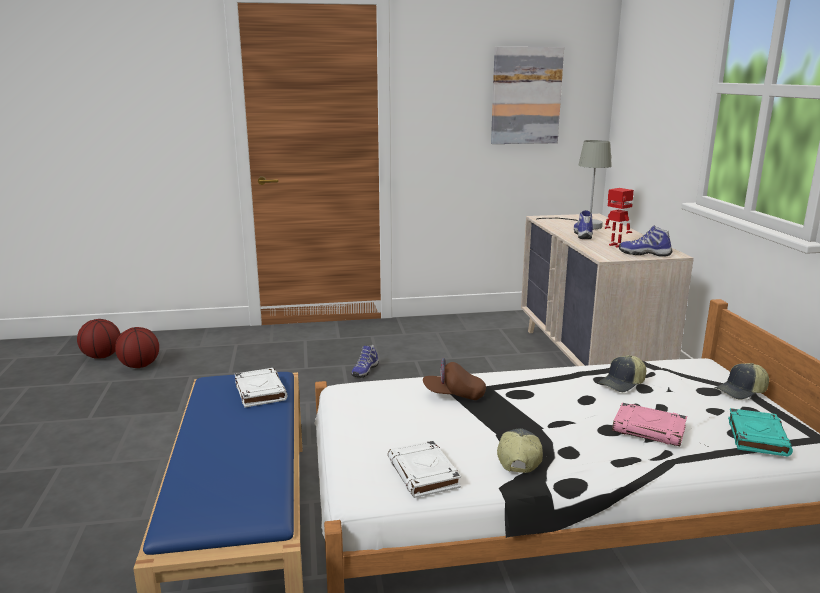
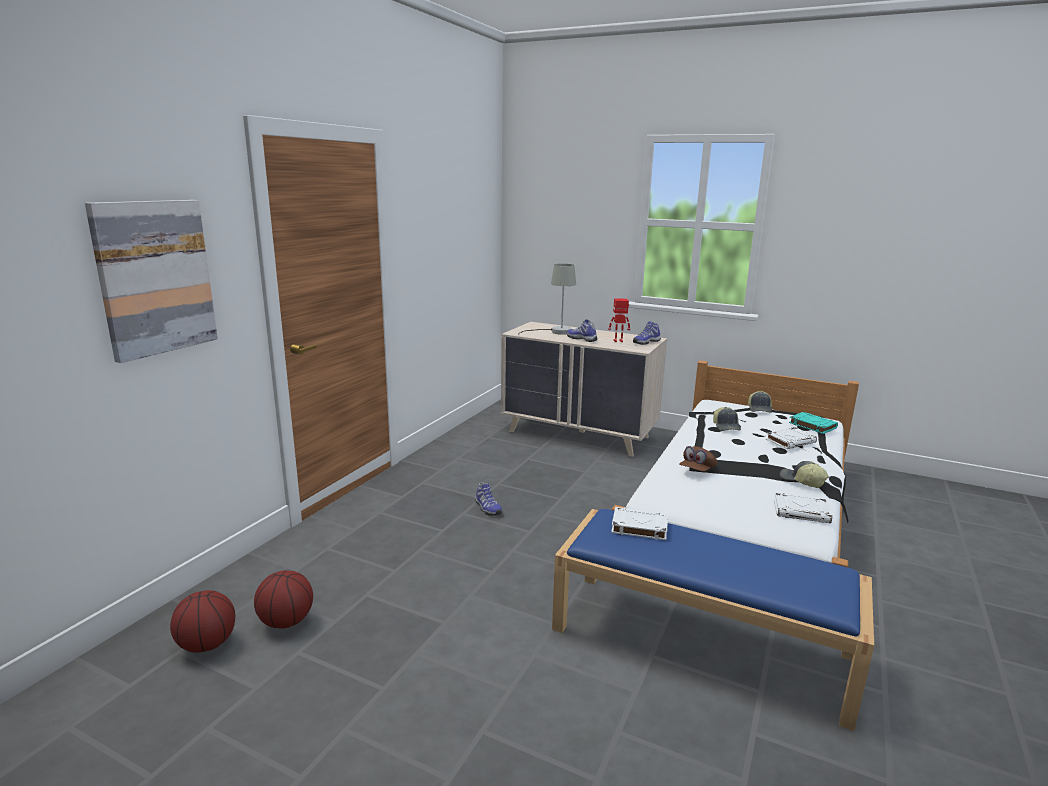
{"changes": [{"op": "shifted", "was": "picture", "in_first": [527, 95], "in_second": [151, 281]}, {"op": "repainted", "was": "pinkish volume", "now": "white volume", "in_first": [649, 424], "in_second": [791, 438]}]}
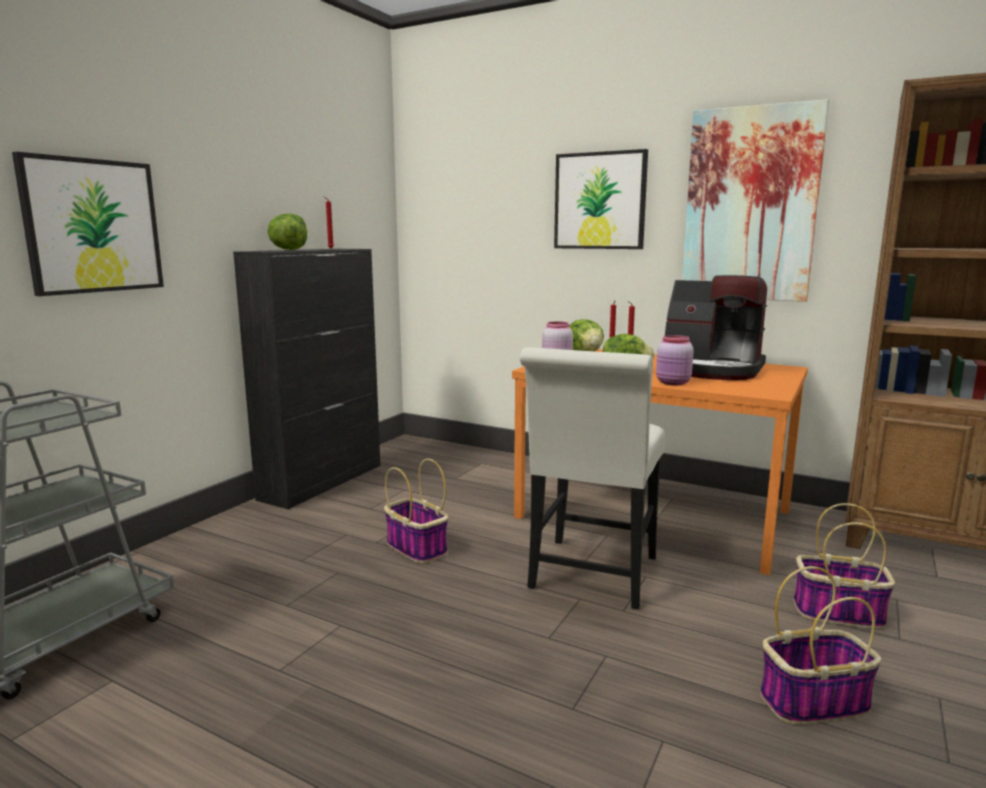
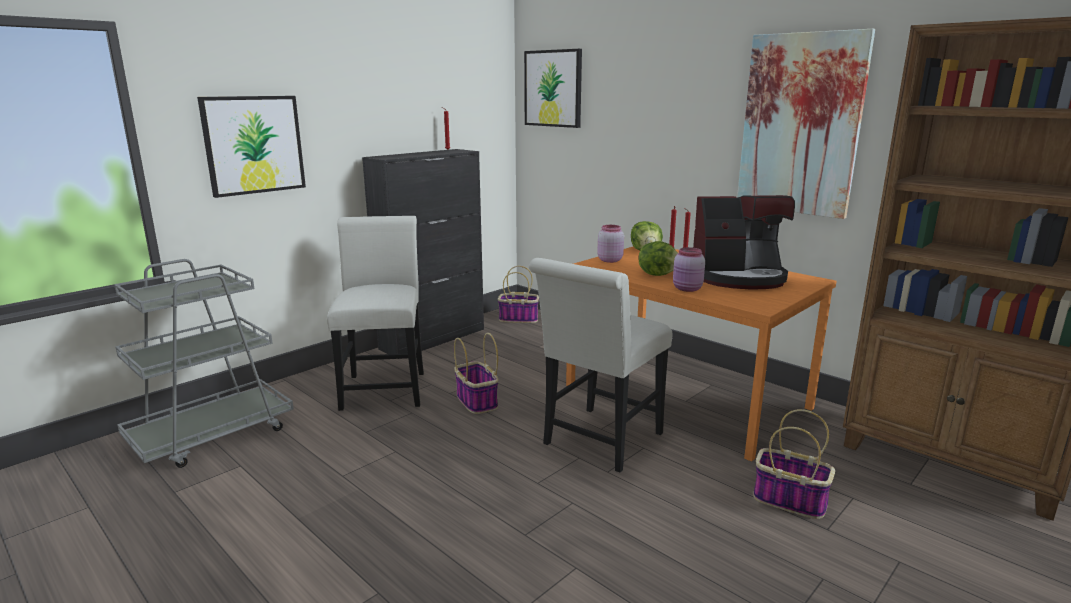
{"changes": [{"op": "new", "now": "white chair", "in_second": [375, 313]}, {"op": "shifted", "was": "basket", "in_first": [820, 645], "in_second": [518, 294]}, {"op": "shifted", "was": "picture", "in_first": [601, 199], "in_second": [553, 88]}, {"op": "rotated", "was": "coffee maker", "in_first": [716, 327], "in_second": [744, 242], "clockwise": -45}, {"op": "gone", "was": "head of lettuce", "in_first": [287, 231]}]}
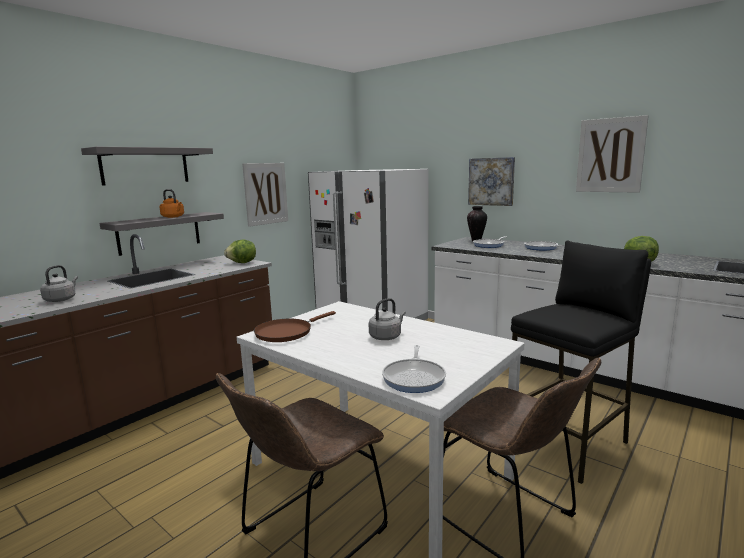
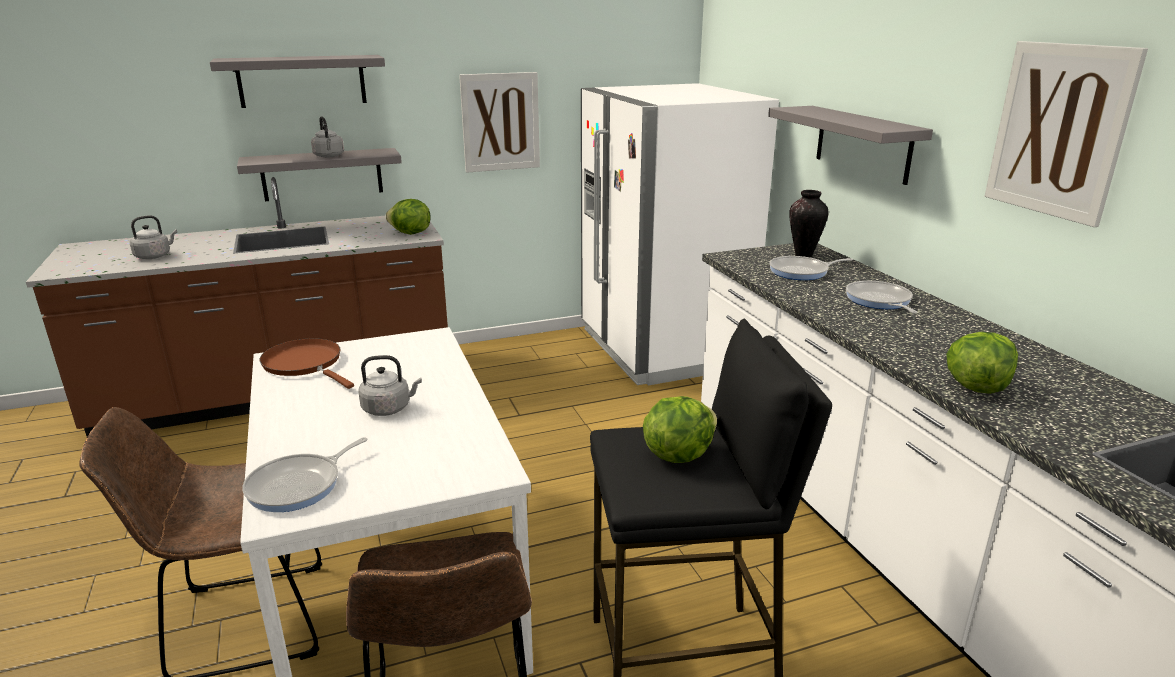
{"changes": [{"op": "rotated", "was": "brown-coloured pan", "in_first": [295, 326], "in_second": [307, 363], "clockwise": 60}, {"op": "repainted", "was": "orange-coloured tea kettle", "now": "grey tea kettle", "in_first": [172, 203], "in_second": [327, 137]}, {"op": "new", "now": "head of lettuce", "in_second": [680, 429]}, {"op": "swapped", "was": "picture", "now": "grey bracket shelf", "in_first": [491, 181], "in_second": [850, 145]}]}
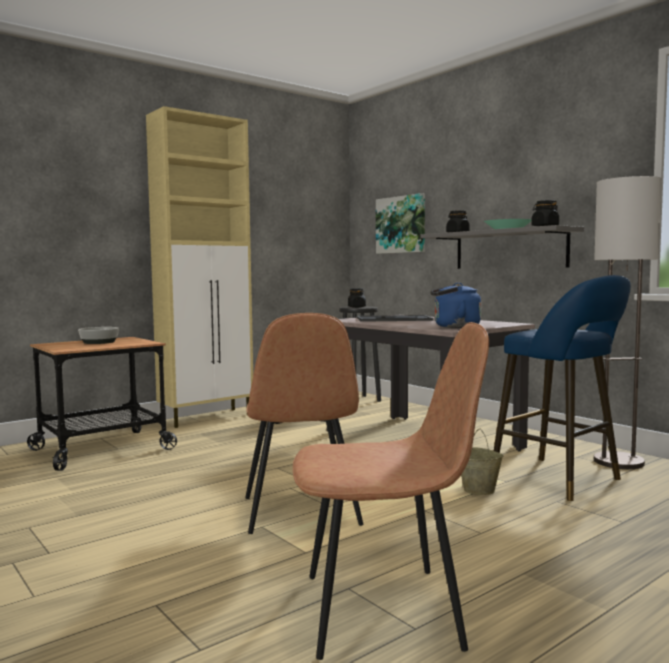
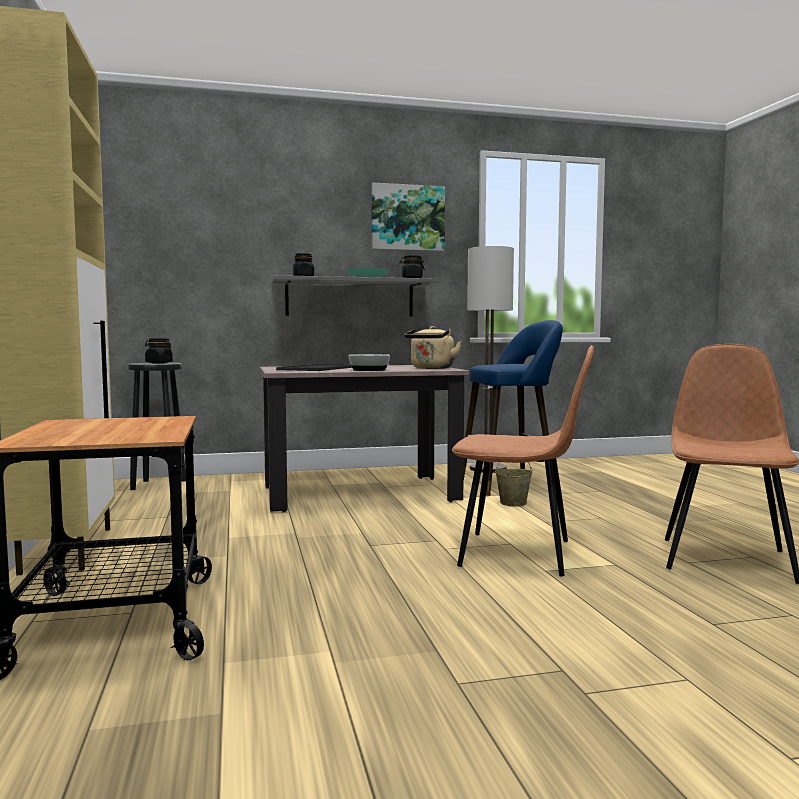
{"changes": [{"op": "shifted", "was": "bowl", "in_first": [98, 335], "in_second": [369, 362]}, {"op": "shifted", "was": "picture", "in_first": [400, 223], "in_second": [408, 217]}, {"op": "repainted", "was": "blue-coloured tea kettle", "now": "beige-coloured tea kettle", "in_first": [455, 305], "in_second": [433, 347]}]}
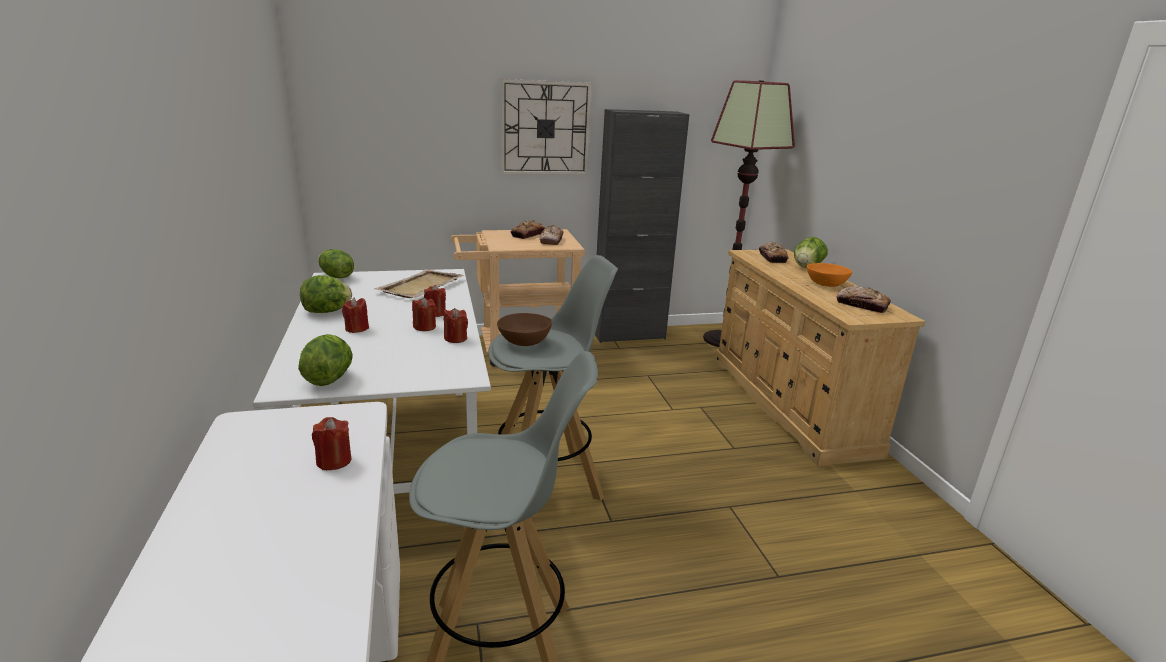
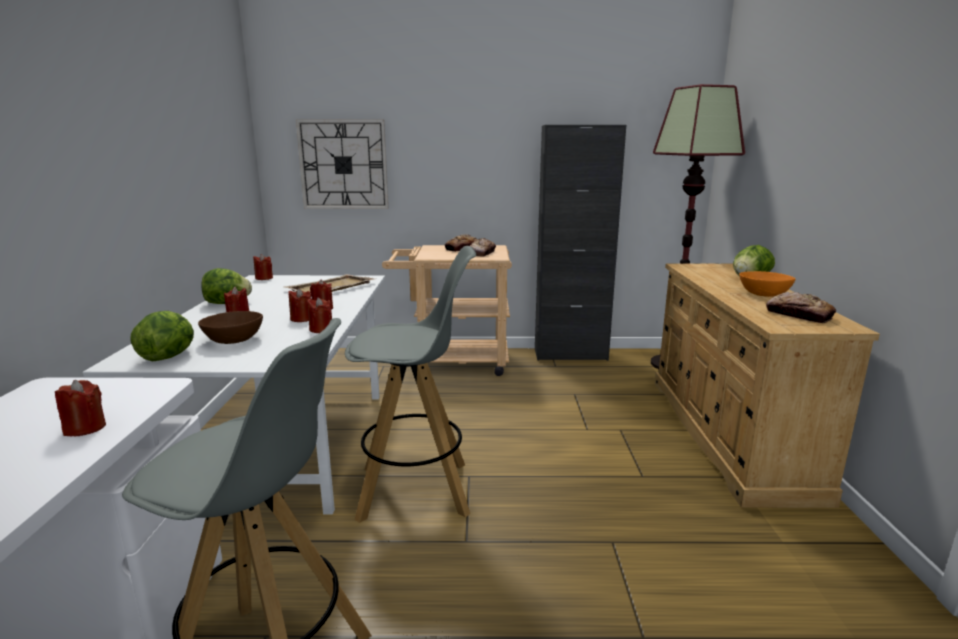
{"changes": [{"op": "shifted", "was": "brown-coloured bowl", "in_first": [524, 329], "in_second": [230, 327]}, {"op": "swapped", "was": "head of lettuce", "now": "reddish wax light", "in_first": [336, 263], "in_second": [263, 267]}, {"op": "shifted", "was": "hanging clock", "in_first": [546, 127], "in_second": [342, 164]}, {"op": "gone", "was": "baked bread", "in_first": [774, 252]}]}
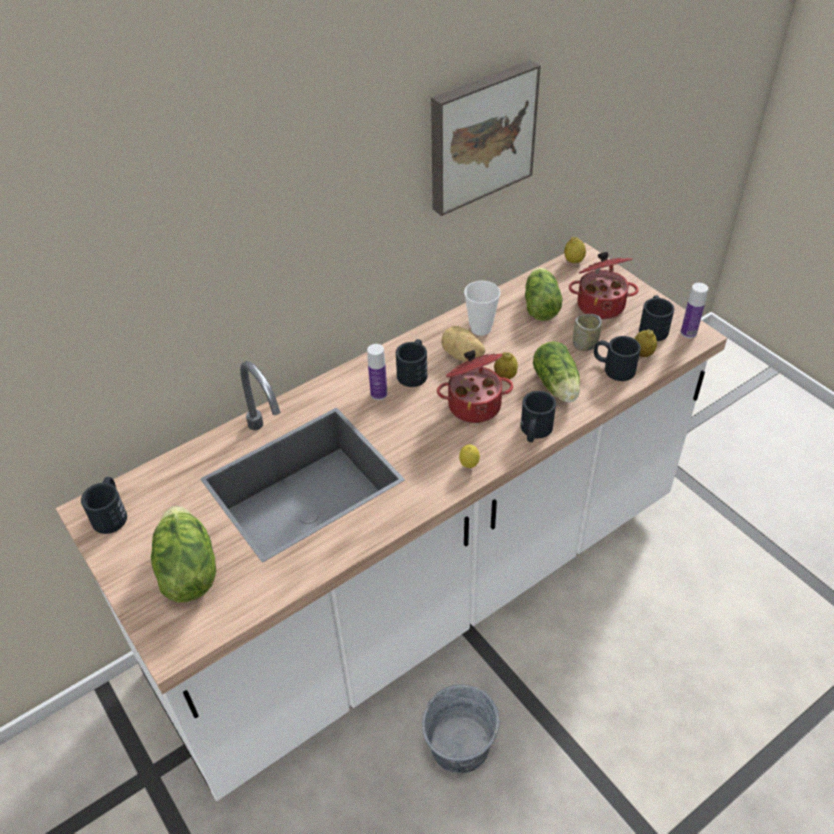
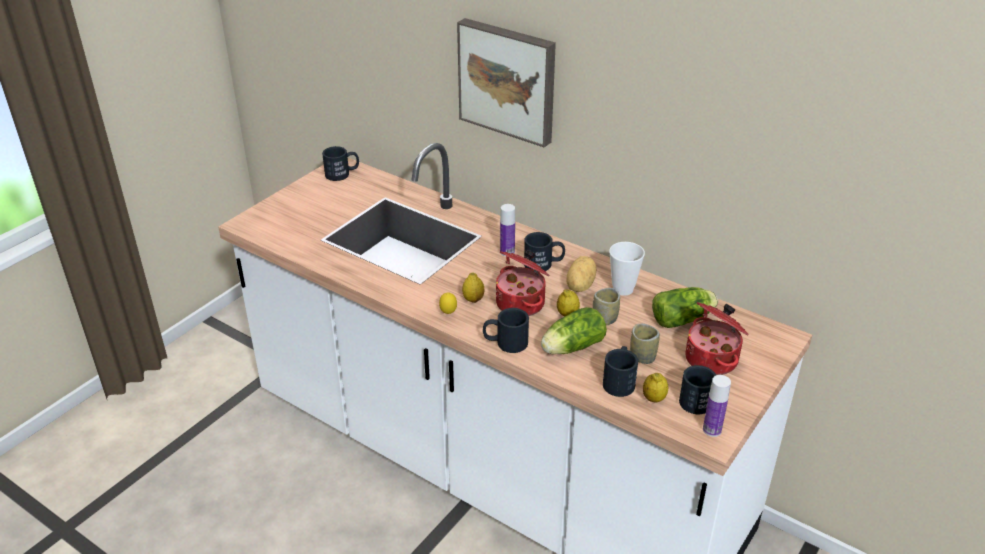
{"changes": [{"op": "shifted", "was": "picture", "in_first": [486, 138], "in_second": [506, 82]}, {"op": "shifted", "was": "citrus fruit", "in_first": [575, 249], "in_second": [473, 287]}, {"op": "new", "now": "drinking cup", "in_second": [606, 307]}, {"op": "gone", "was": "head of lettuce", "in_first": [183, 554]}, {"op": "gone", "was": "grey bucket", "in_first": [460, 728]}]}
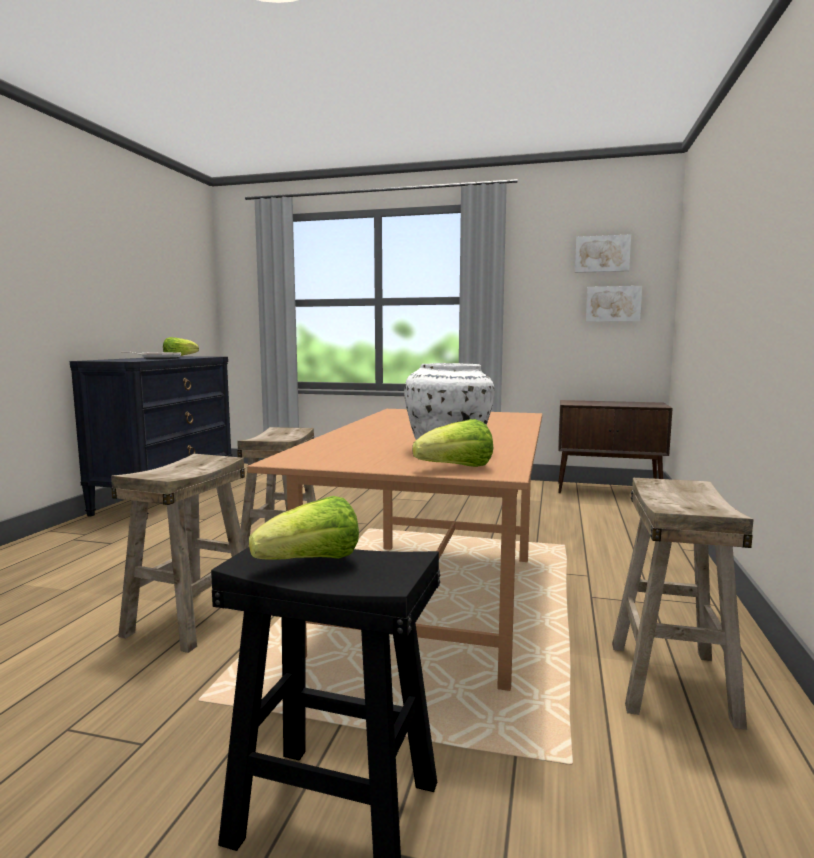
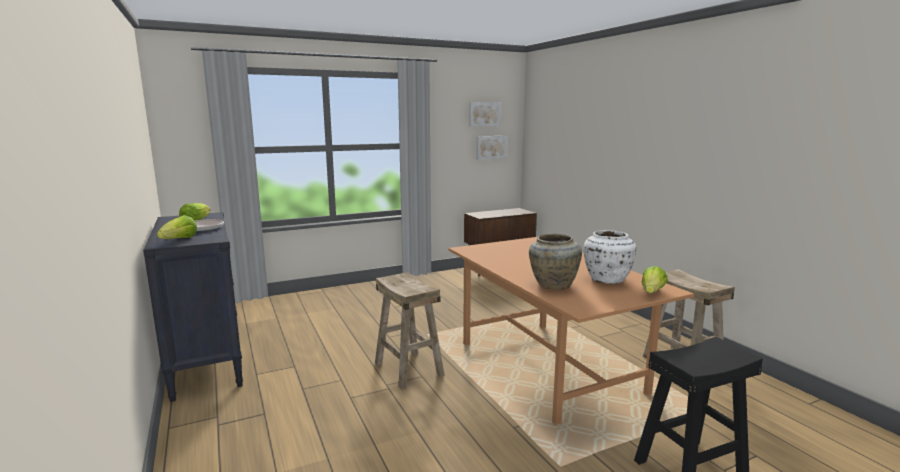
{"changes": [{"op": "shifted", "was": "head of lettuce", "in_first": [304, 528], "in_second": [177, 227]}, {"op": "new", "now": "beige-coloured flower vase", "in_second": [555, 262]}, {"op": "gone", "was": "beige-coloured stool", "in_first": [178, 553]}]}
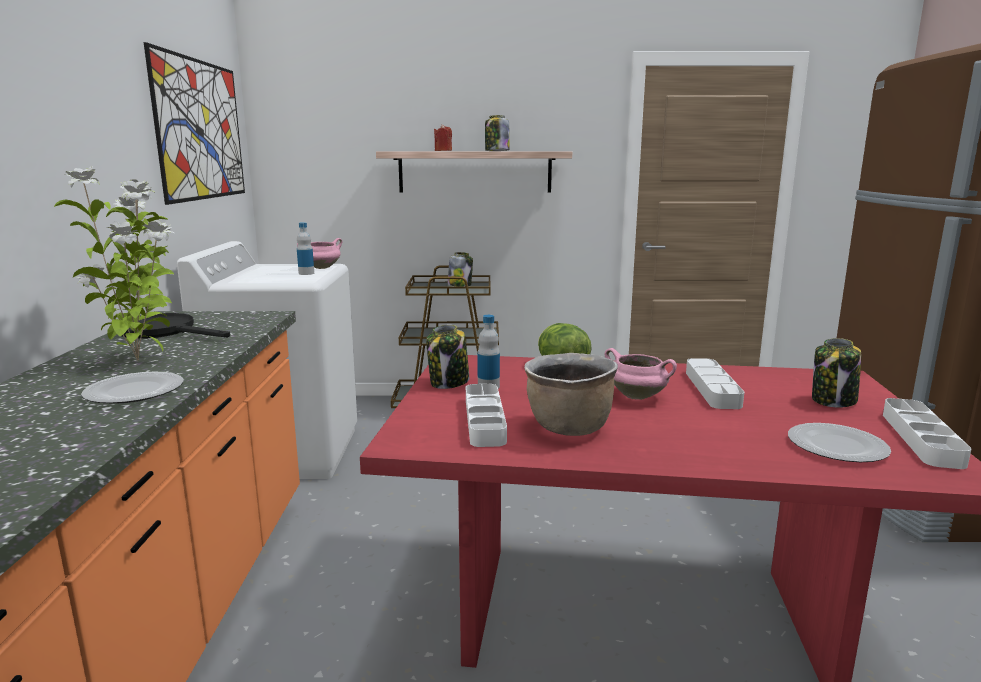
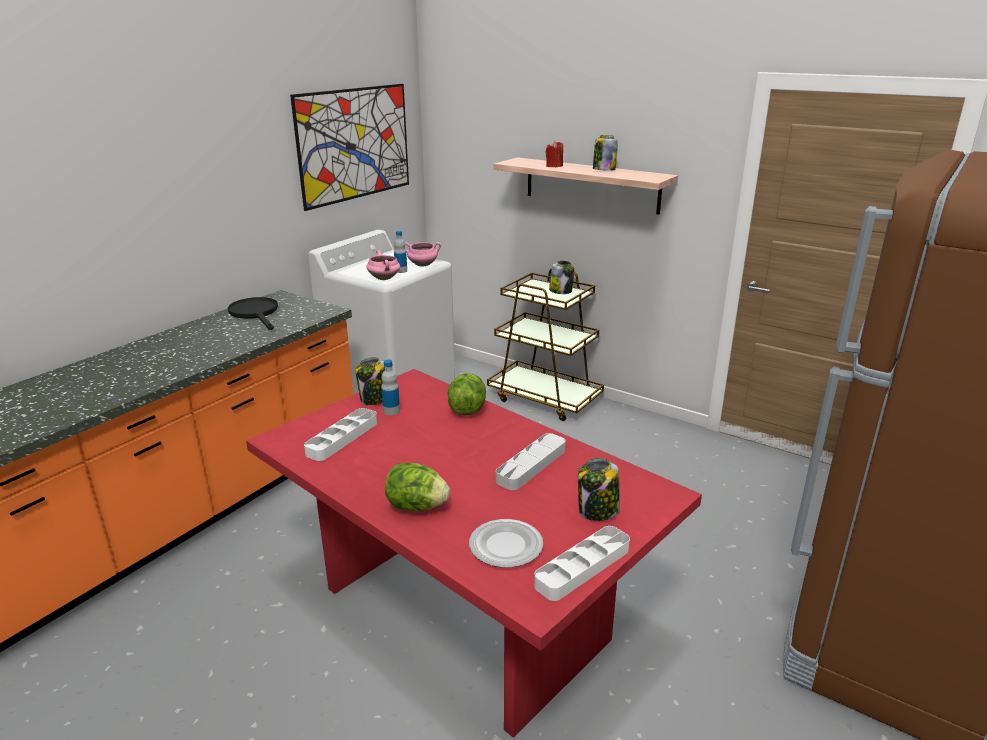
{"changes": [{"op": "shifted", "was": "pinkish stockpot", "in_first": [641, 374], "in_second": [383, 265]}, {"op": "new", "now": "head of lettuce", "in_second": [417, 487]}, {"op": "gone", "was": "houseplant", "in_first": [114, 263]}, {"op": "gone", "was": "flat dish", "in_first": [132, 387]}, {"op": "gone", "was": "brown-coloured stockpot", "in_first": [571, 394]}]}
